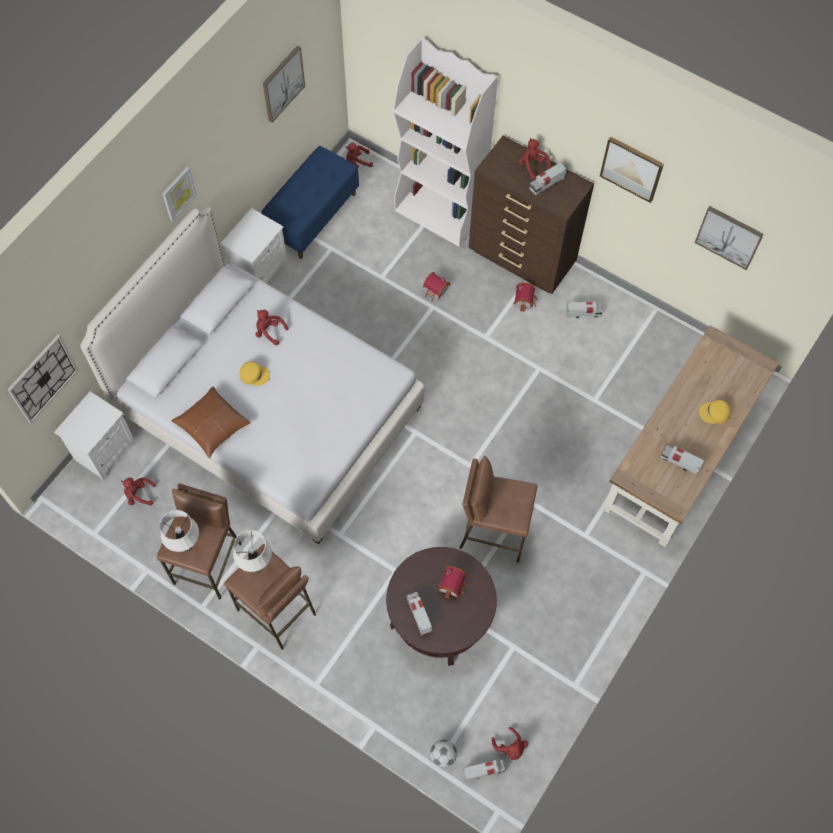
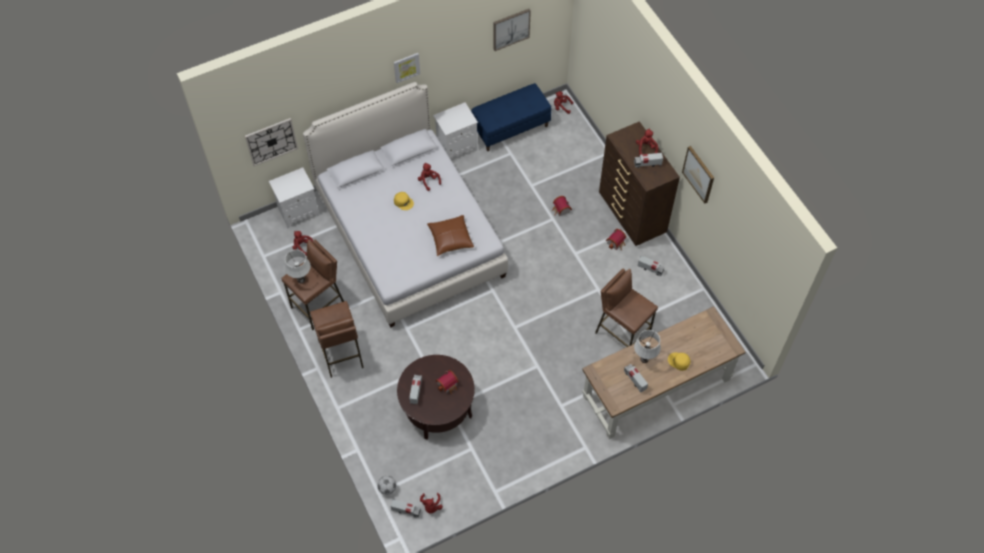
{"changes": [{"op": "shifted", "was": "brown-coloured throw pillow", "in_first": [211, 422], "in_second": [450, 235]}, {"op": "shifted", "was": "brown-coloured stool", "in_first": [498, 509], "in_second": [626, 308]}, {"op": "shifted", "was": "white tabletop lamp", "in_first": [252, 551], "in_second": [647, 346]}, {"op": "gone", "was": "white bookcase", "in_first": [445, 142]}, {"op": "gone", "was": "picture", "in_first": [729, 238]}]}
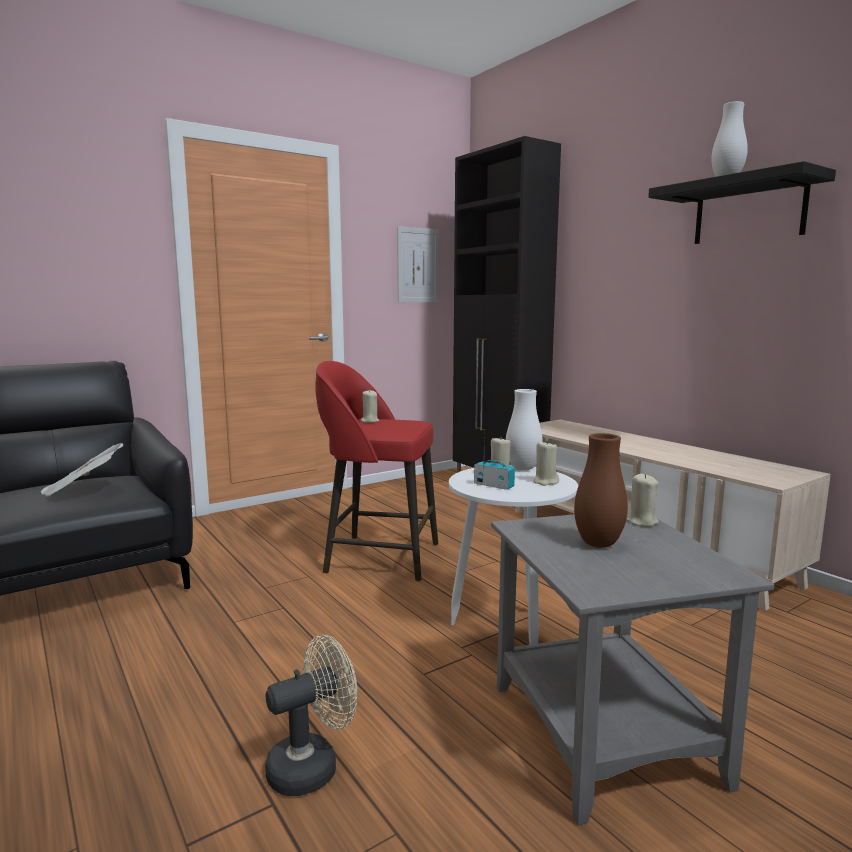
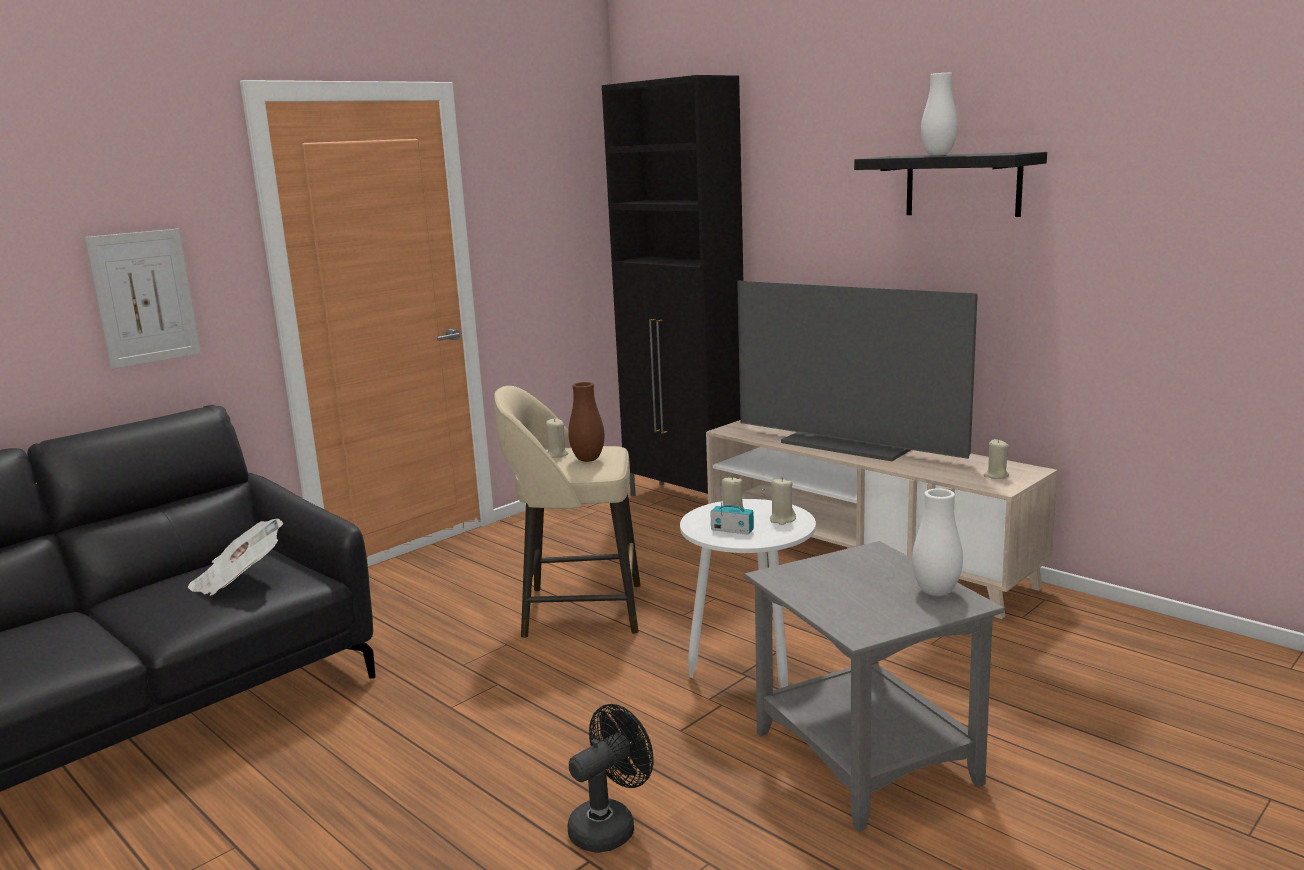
{"changes": [{"op": "shifted", "was": "picture", "in_first": [418, 264], "in_second": [143, 299]}, {"op": "repainted", "was": "reddish stool", "now": "beige-coloured stool", "in_first": [376, 471], "in_second": [567, 512]}, {"op": "shifted", "was": "brown-coloured flower vase", "in_first": [601, 490], "in_second": [586, 422]}, {"op": "repainted", "was": "beige-coloured cooling fan", "now": "black-coloured cooling fan", "in_first": [311, 715], "in_second": [611, 778]}, {"op": "new", "now": "TV set", "in_second": [857, 371]}, {"op": "shifted", "was": "white flower vase", "in_first": [524, 429], "in_second": [937, 542]}, {"op": "shifted", "was": "beige-coloured wax light", "in_first": [642, 500], "in_second": [996, 459]}]}
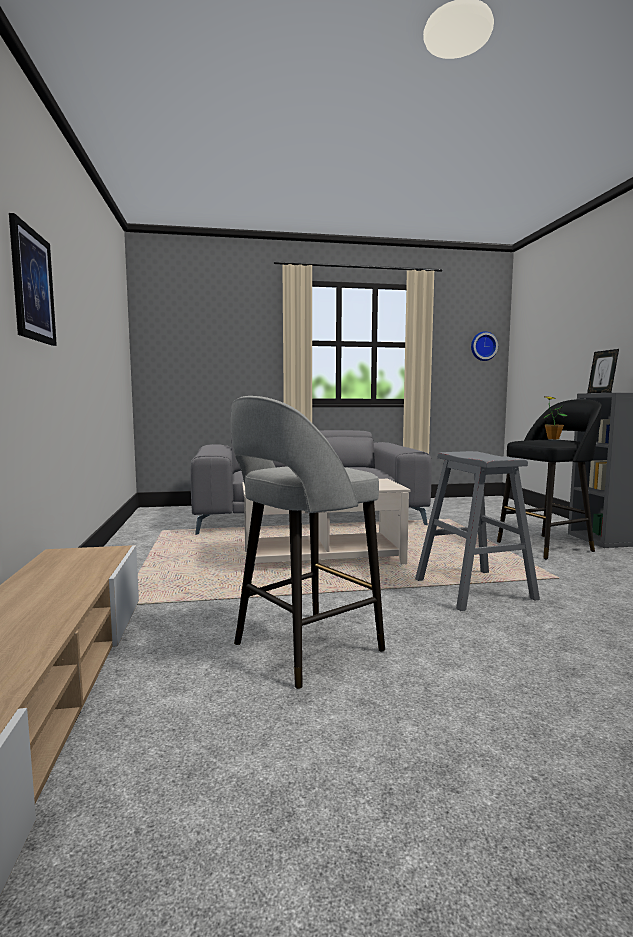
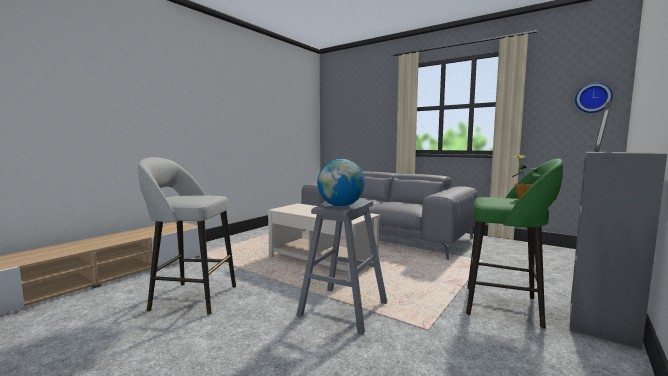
{"changes": [{"op": "new", "now": "world globe", "in_second": [341, 183]}, {"op": "repainted", "was": "black-coloured stool", "now": "greenish stool", "in_first": [549, 479], "in_second": [514, 243]}, {"op": "gone", "was": "picture", "in_first": [33, 279]}]}
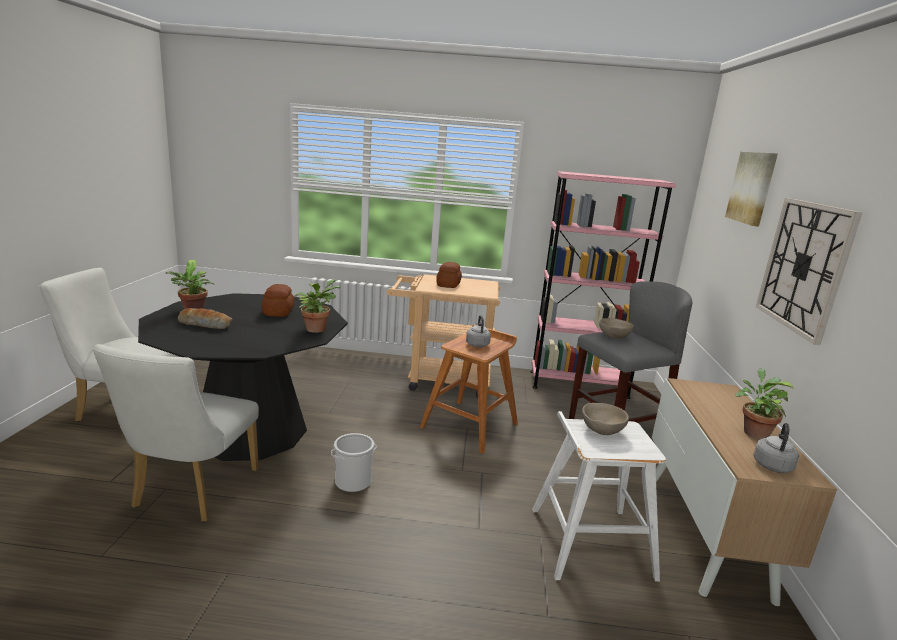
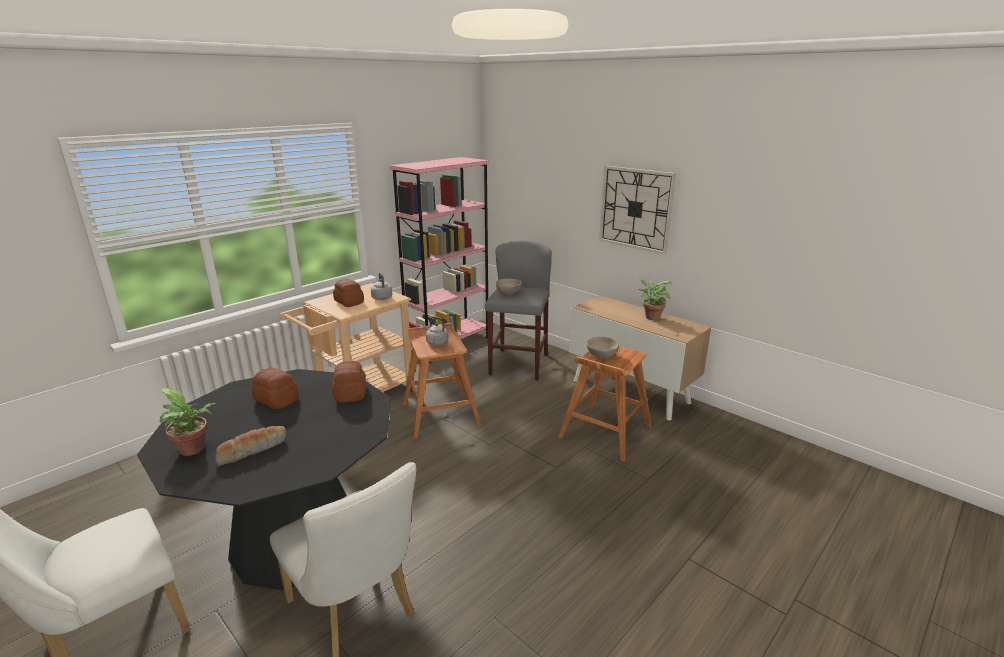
{"changes": [{"op": "swapped", "was": "houseplant", "now": "baked bread", "in_first": [317, 306], "in_second": [349, 381]}, {"op": "shifted", "was": "grey tea kettle", "in_first": [776, 448], "in_second": [382, 286]}, {"op": "repainted", "was": "white stool", "now": "brown-coloured stool", "in_first": [599, 496], "in_second": [605, 403]}, {"op": "gone", "was": "bucket", "in_first": [354, 462]}, {"op": "gone", "was": "picture", "in_first": [751, 189]}]}
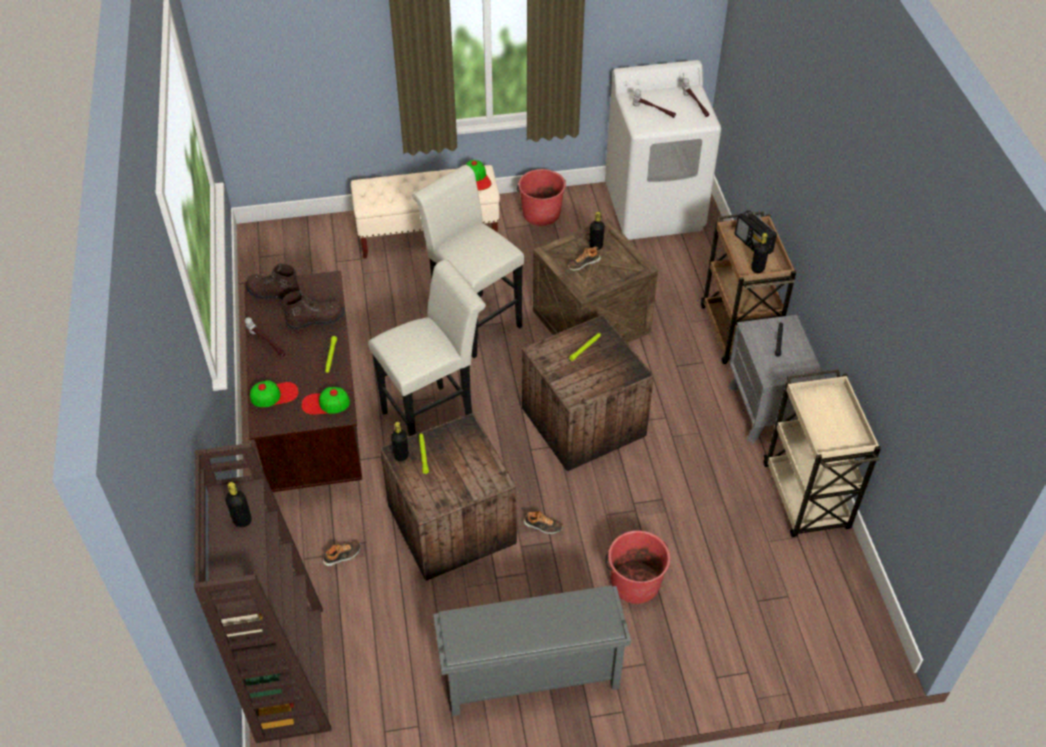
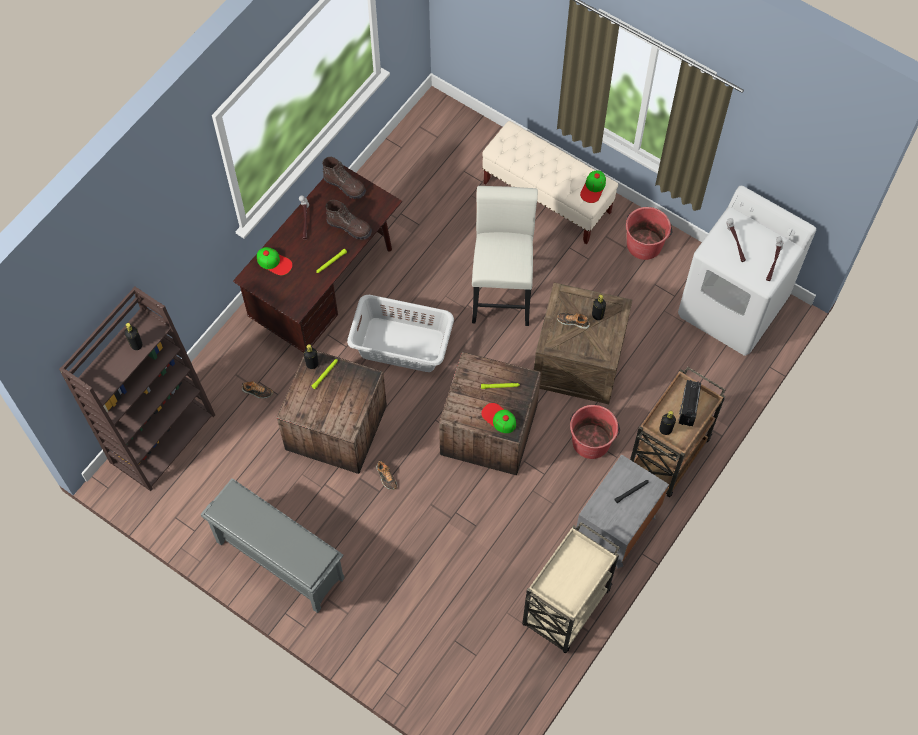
{"changes": [{"op": "rotated", "was": "brown-coloured high-top boot", "in_first": [273, 281], "in_second": [344, 178], "clockwise": 150}, {"op": "swapped", "was": "white stool", "now": "grey washing basket", "in_first": [427, 348], "in_second": [400, 333]}, {"op": "shifted", "was": "peaked cap", "in_first": [325, 401], "in_second": [498, 418]}, {"op": "shifted", "was": "reddish bucket", "in_first": [637, 567], "in_second": [595, 432]}]}
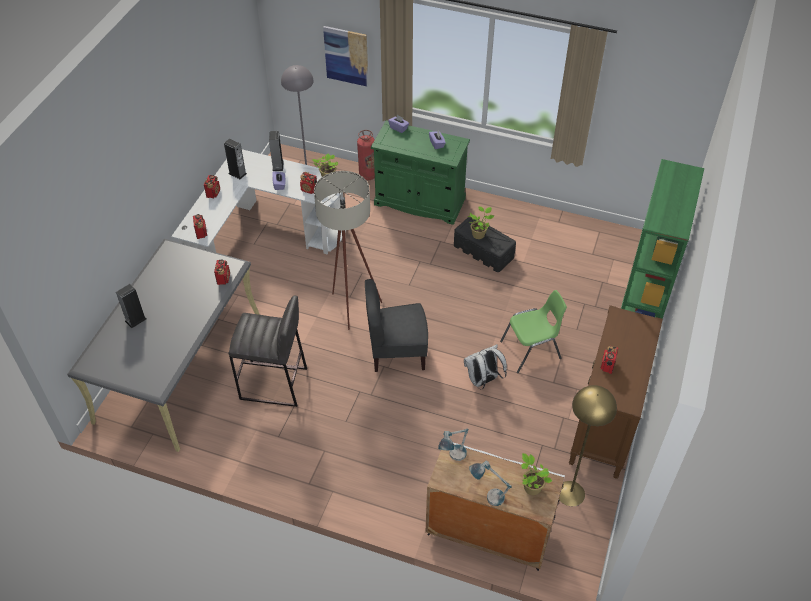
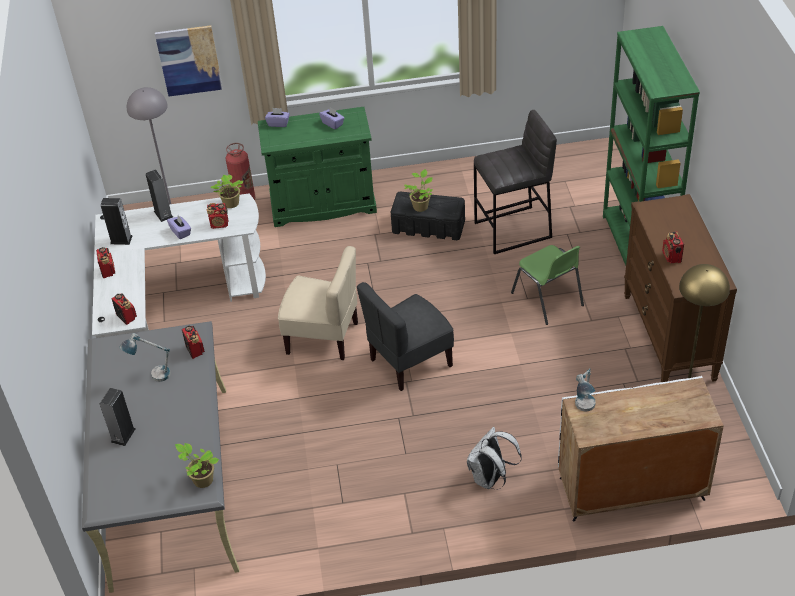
{"changes": [{"op": "shifted", "was": "tabletop lamp", "in_first": [490, 483], "in_second": [145, 357]}, {"op": "shifted", "was": "houseplant", "in_first": [536, 474], "in_second": [197, 465]}, {"op": "swapped", "was": "beige-coloured floor lamp", "now": "beige-coloured chair", "in_first": [348, 250], "in_second": [318, 303]}, {"op": "shifted", "was": "white rucksack", "in_first": [485, 366], "in_second": [494, 458]}, {"op": "shifted", "was": "grey stool", "in_first": [268, 351], "in_second": [515, 182]}, {"op": "rotated", "was": "greenish chair", "in_first": [533, 331], "in_second": [547, 285], "clockwise": 105}]}
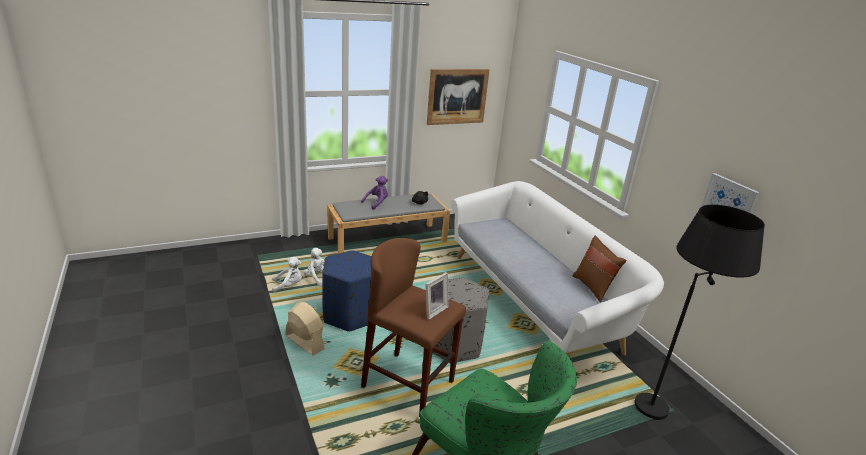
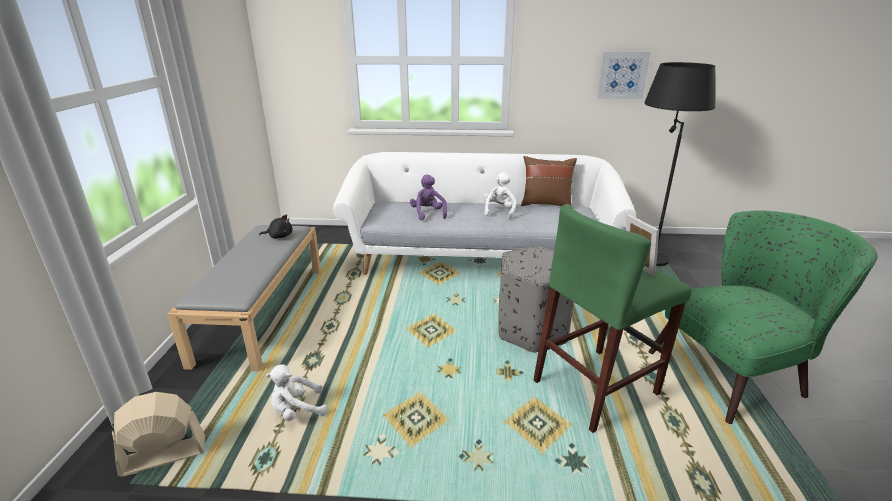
{"changes": [{"op": "shifted", "was": "beige-coloured cooling fan", "in_first": [305, 329], "in_second": [158, 434]}, {"op": "shifted", "was": "purplish plush toy", "in_first": [374, 193], "in_second": [428, 197]}, {"op": "shifted", "was": "white plush toy", "in_first": [287, 275], "in_second": [500, 195]}, {"op": "repainted", "was": "brown-coloured stool", "now": "greenish stool", "in_first": [413, 327], "in_second": [613, 318]}, {"op": "gone", "was": "blue-coloured ottoman", "in_first": [347, 290]}, {"op": "gone", "was": "picture", "in_first": [458, 97]}]}
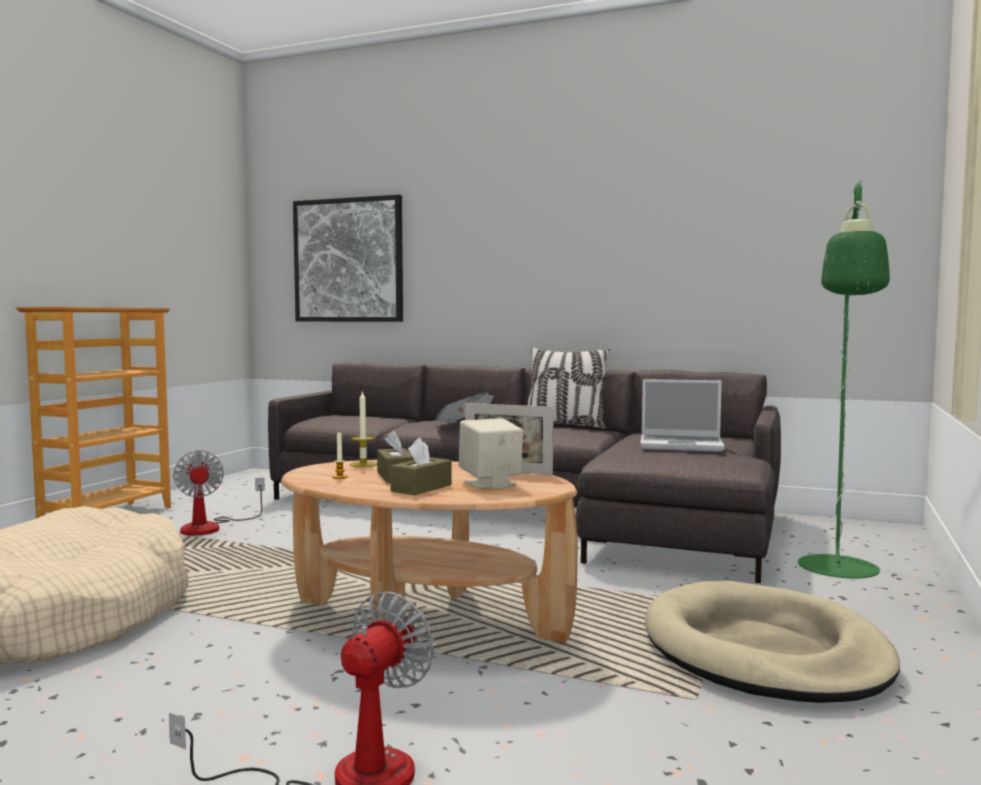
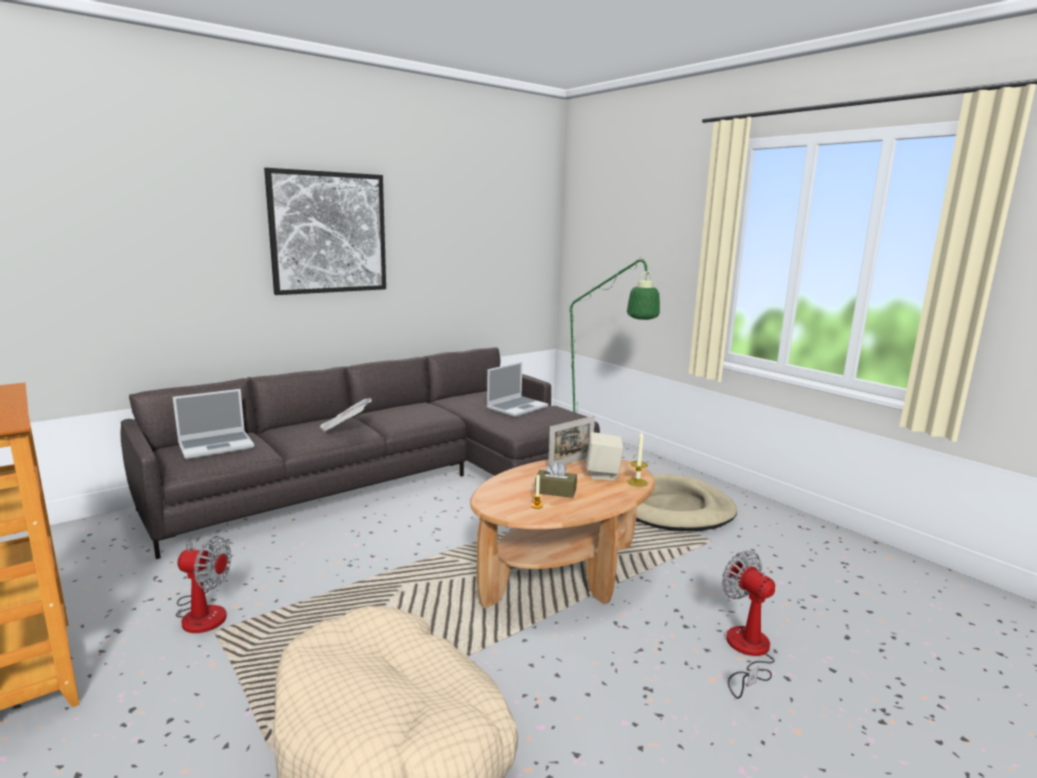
{"changes": [{"op": "new", "now": "laptop", "in_second": [213, 424]}, {"op": "shifted", "was": "picture", "in_first": [348, 258], "in_second": [325, 231]}, {"op": "shifted", "was": "wax light", "in_first": [363, 428], "in_second": [637, 459]}, {"op": "gone", "was": "brown-coloured tissue holder", "in_first": [421, 466]}, {"op": "gone", "was": "throw pillow", "in_first": [569, 387]}]}
